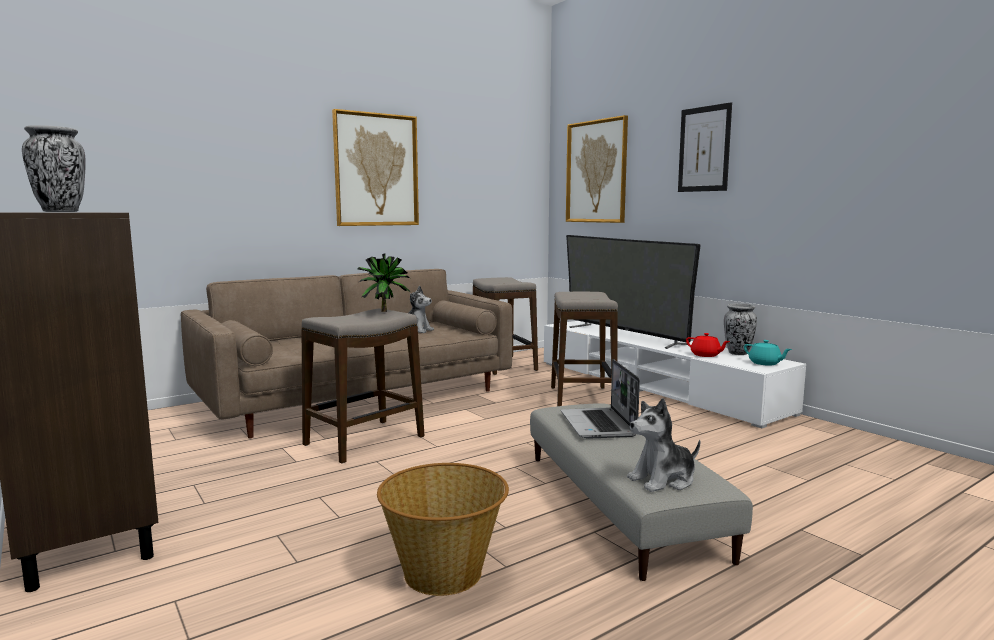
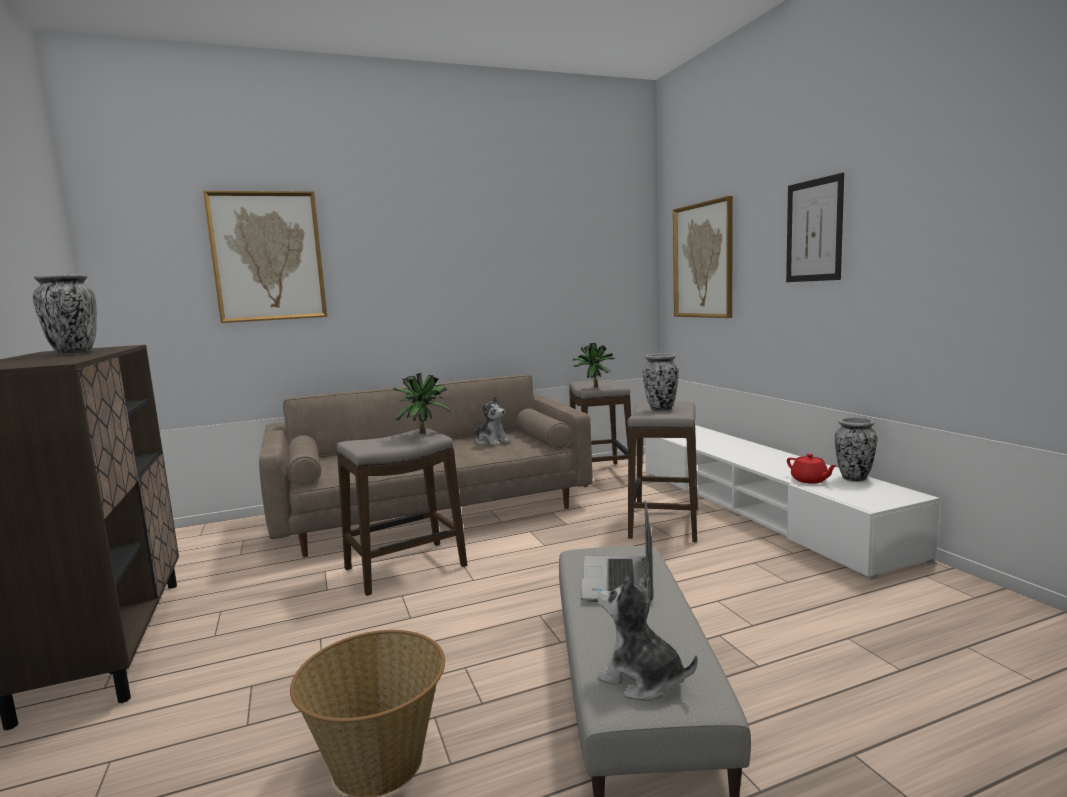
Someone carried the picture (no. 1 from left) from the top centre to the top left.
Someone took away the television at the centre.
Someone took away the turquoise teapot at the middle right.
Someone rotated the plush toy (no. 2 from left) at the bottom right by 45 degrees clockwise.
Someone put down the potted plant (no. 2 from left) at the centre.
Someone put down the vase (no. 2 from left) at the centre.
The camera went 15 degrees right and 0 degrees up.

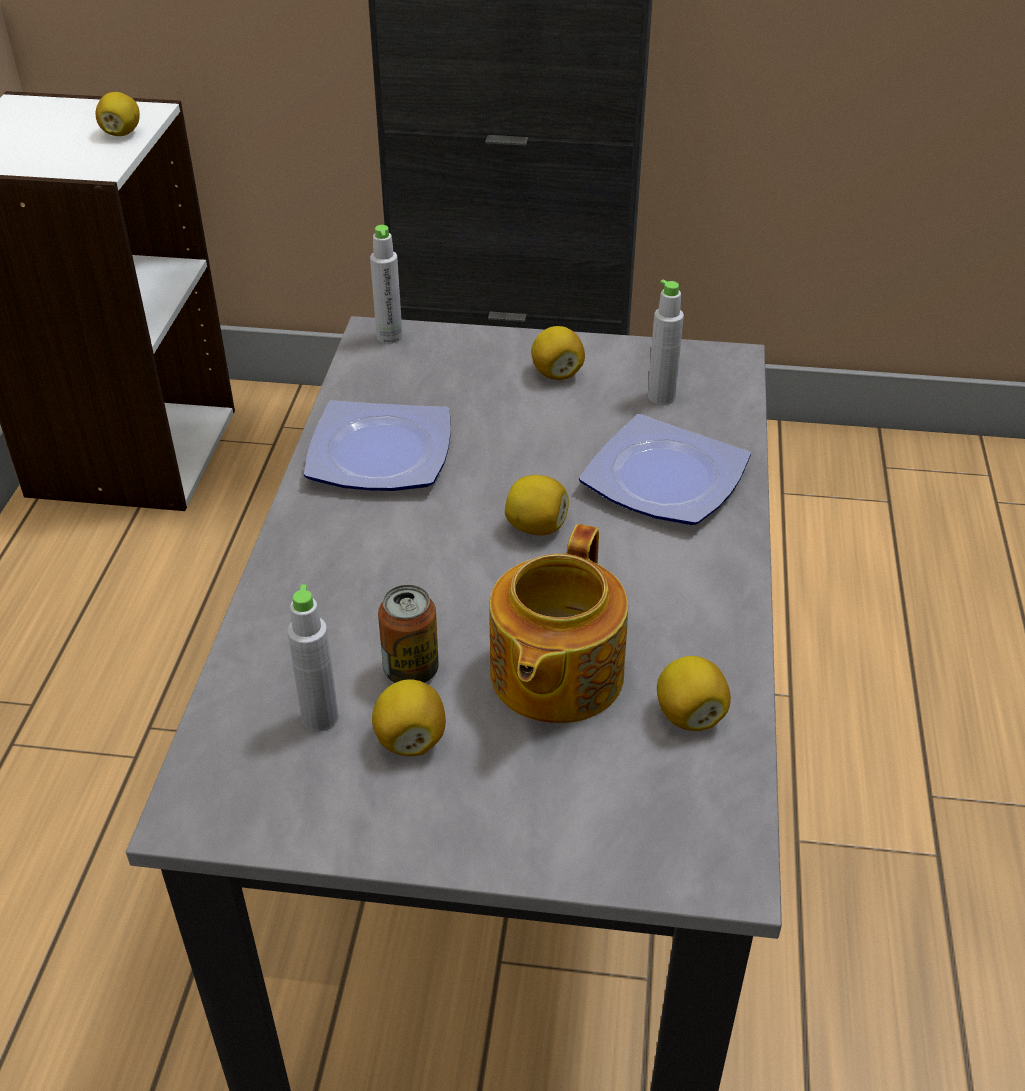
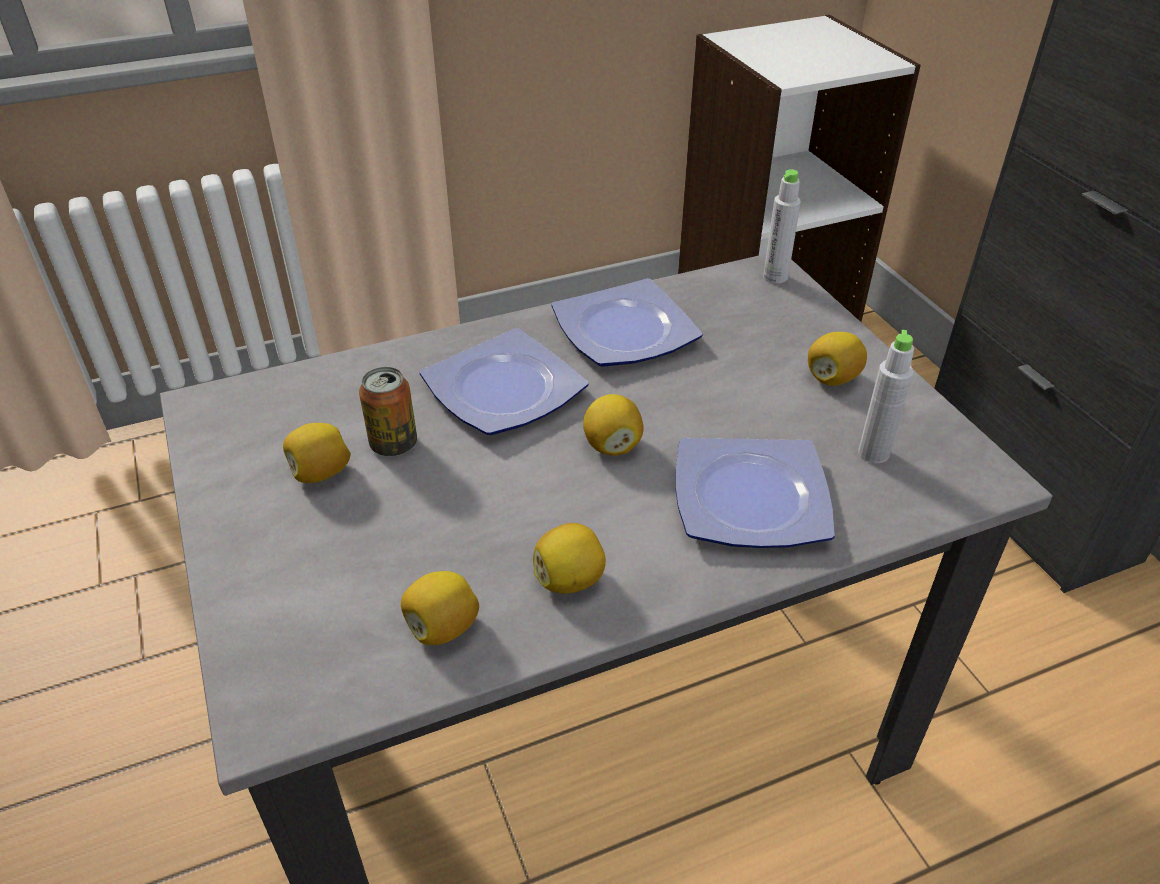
Someone carried the lemon (no. 1 from left in the first image) from the top left to the centre.
Someone took away the teapot at the centre.
Someone took away the grey bottle (no. 1 from left) at the middle left.
Someone put down the plate (no. 1 from left) at the centre.
The camera went 60 degrees right and 0 degrees up.

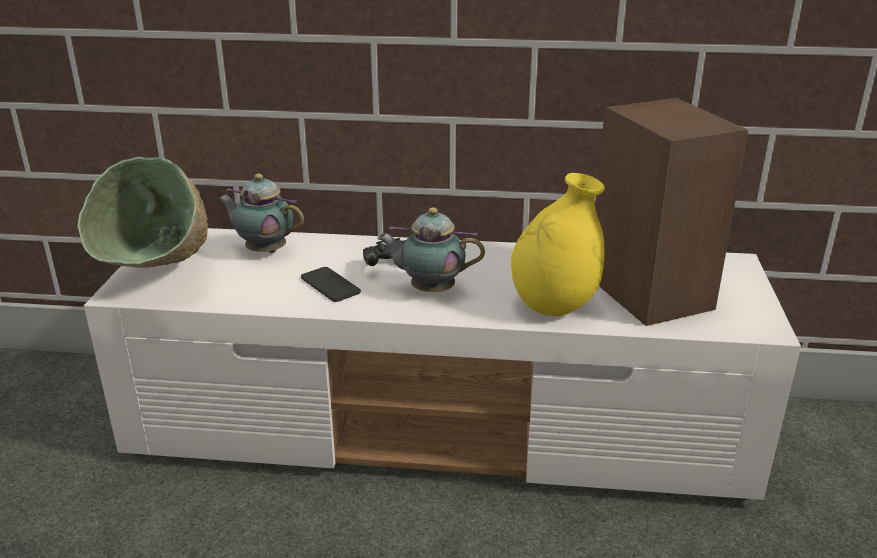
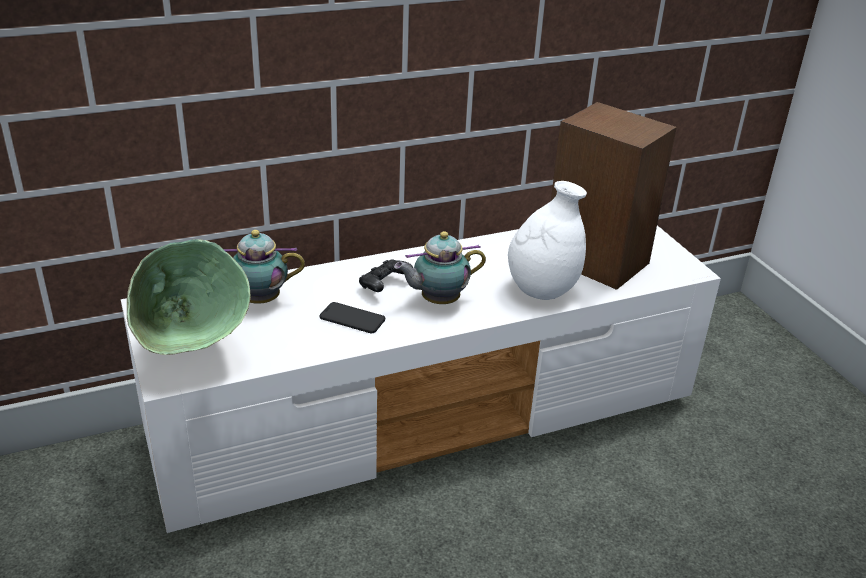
Someone repainted the yellow vase at the centre, which became the white vase at the centre.
The camera went 30 degrees left and 5 degrees up.

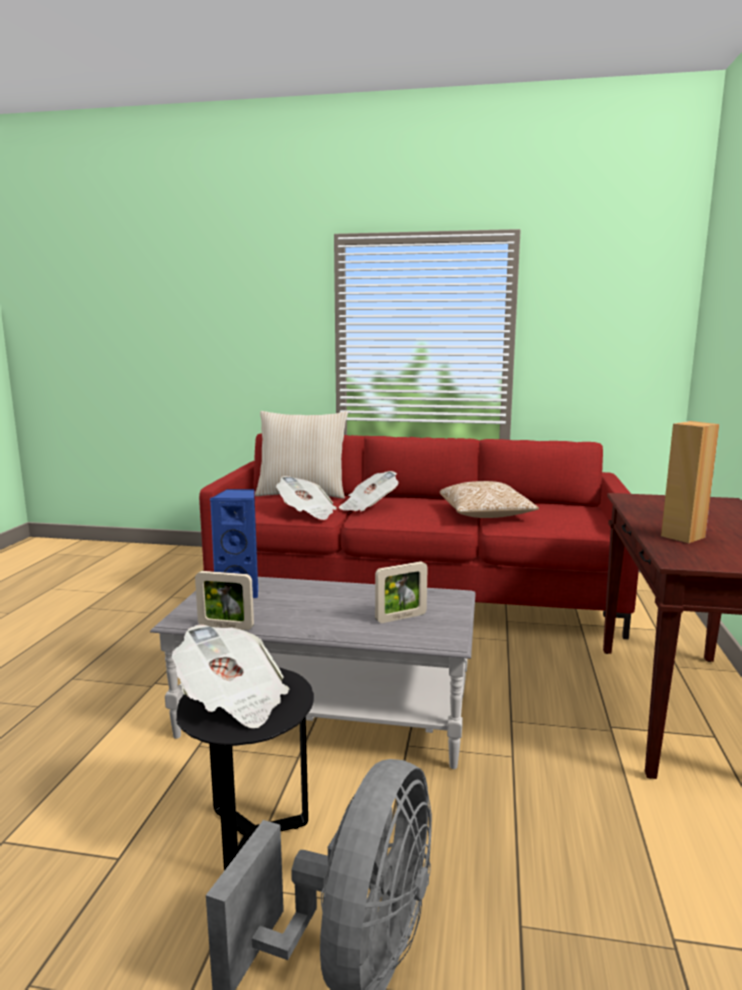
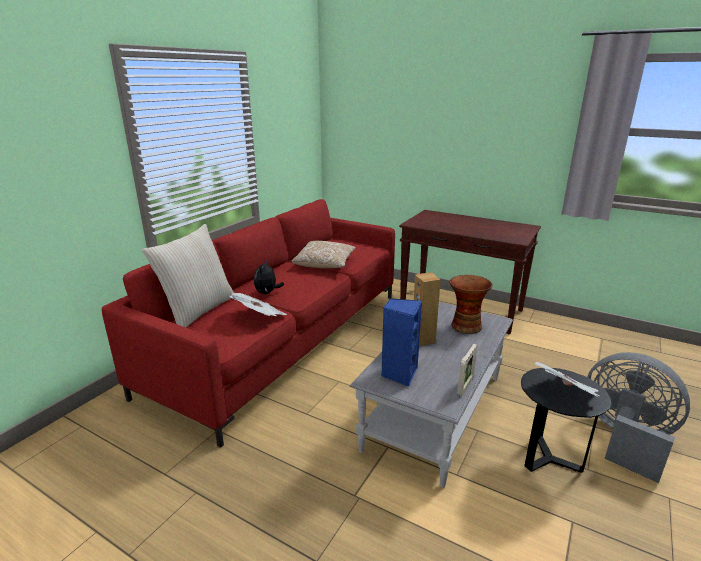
Someone carried the brown speaker from the middle right to the centre.
Someone swapped the newspaper (no. 3 from left) at the centre for the plush toy at the centre.
Someone swapped the picture frame (no. 2 from left) at the centre for the vase at the middle right.
The camera went 70 degrees left and 10 degrees up.

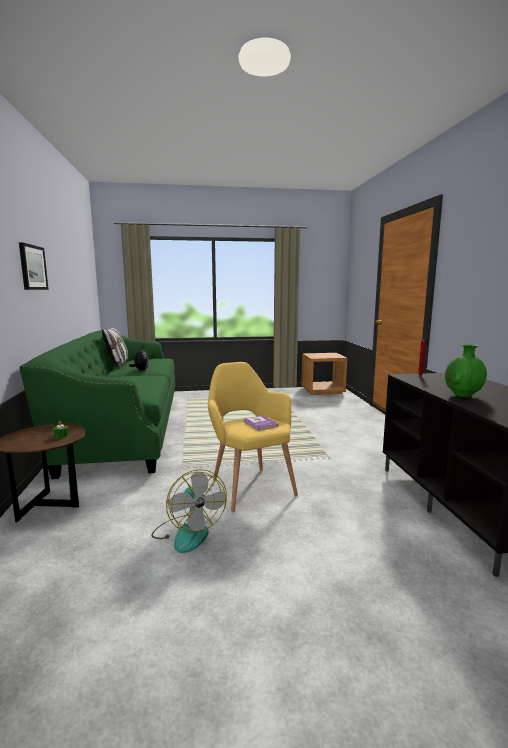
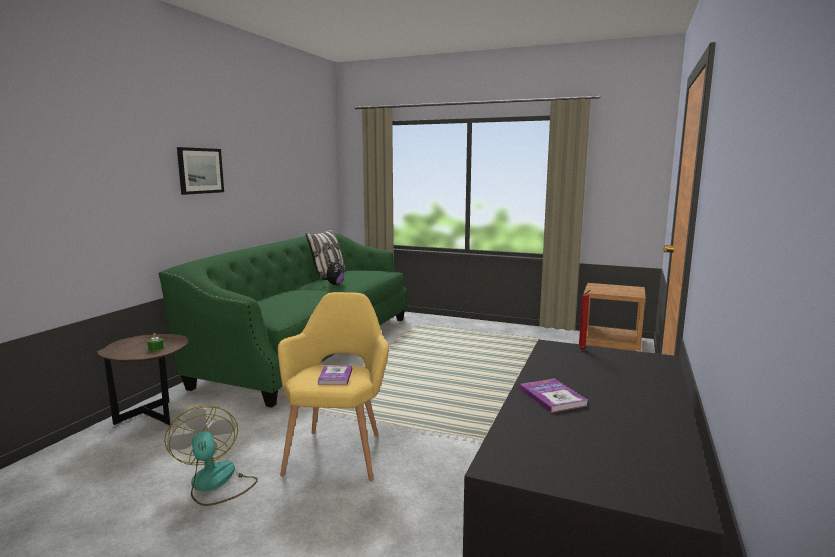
Someone swapped the green vase at the middle right for the book (no. 2 from left) at the bottom centre.
Someone rotated the fan at the bottom centre by 150 degrees clockwise.
The camera went 30 degrees right and 0 degrees up.

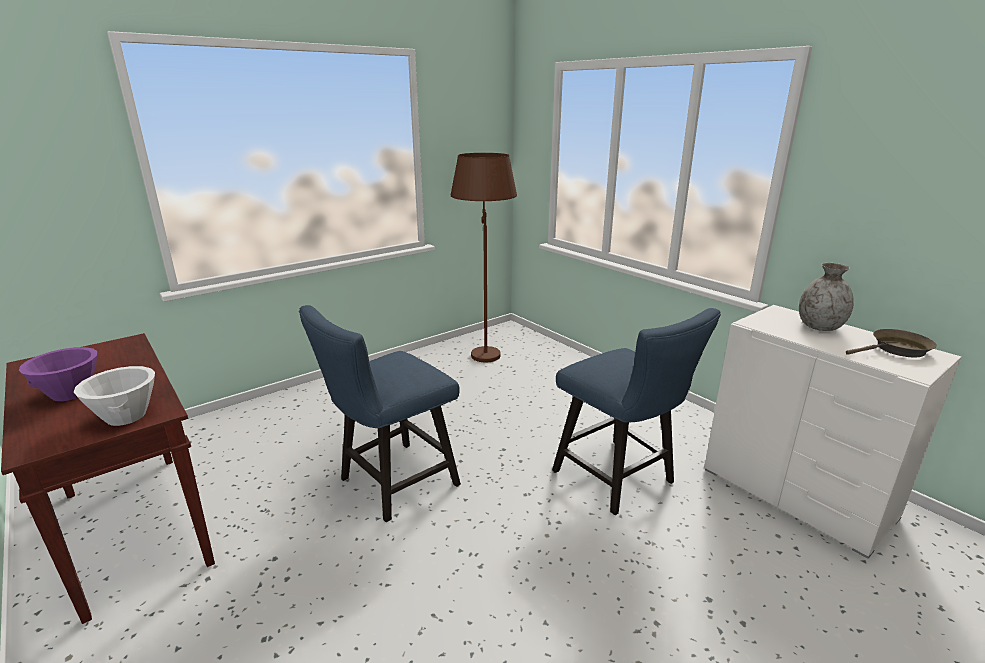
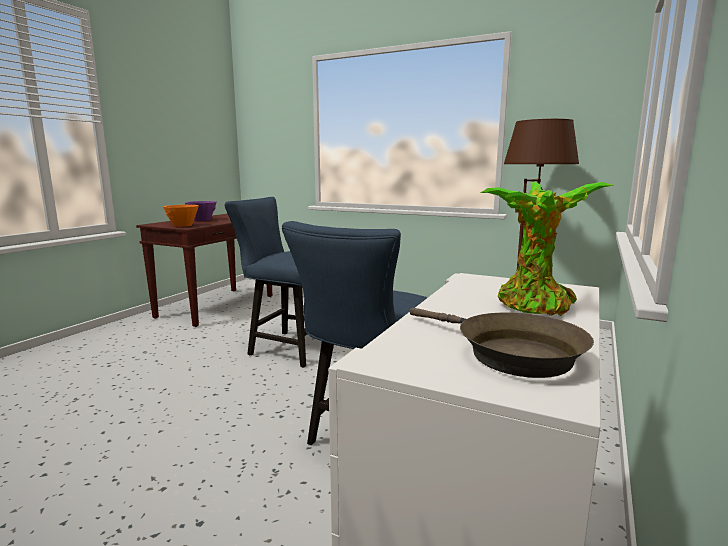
Someone swapped the grey vase at the middle right for the potted plant at the middle right.
Someone repainted the white bowl at the middle left, which became the orange bowl at the middle left.
The camera went 65 degrees right and 10 degrees down.

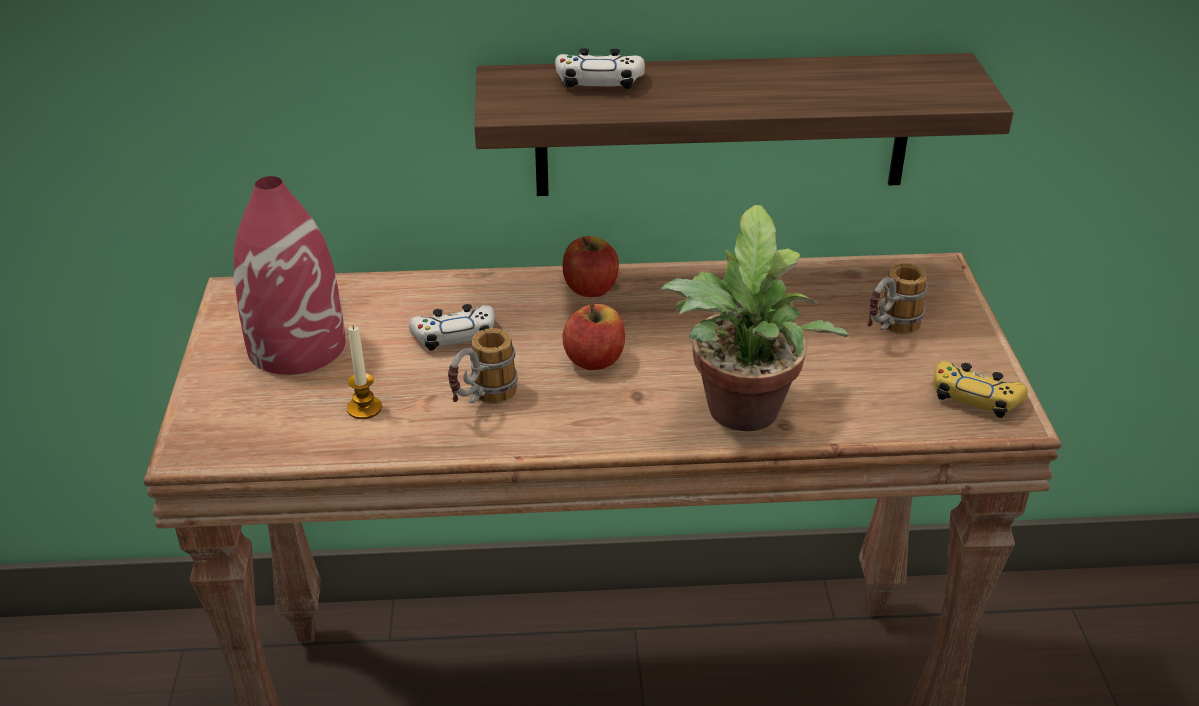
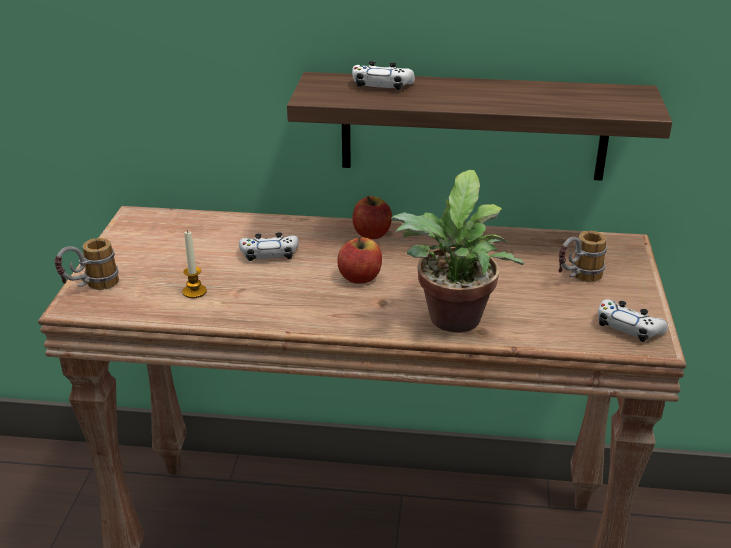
Someone took away the red vase at the middle left.
Someone carried the mug (no. 1 from left) from the centre to the middle left.
Someone repainted the yellow game controller at the middle right, which became the white game controller (no. 3 from left) at the middle right.
The camera went 10 degrees right and 5 degrees down.

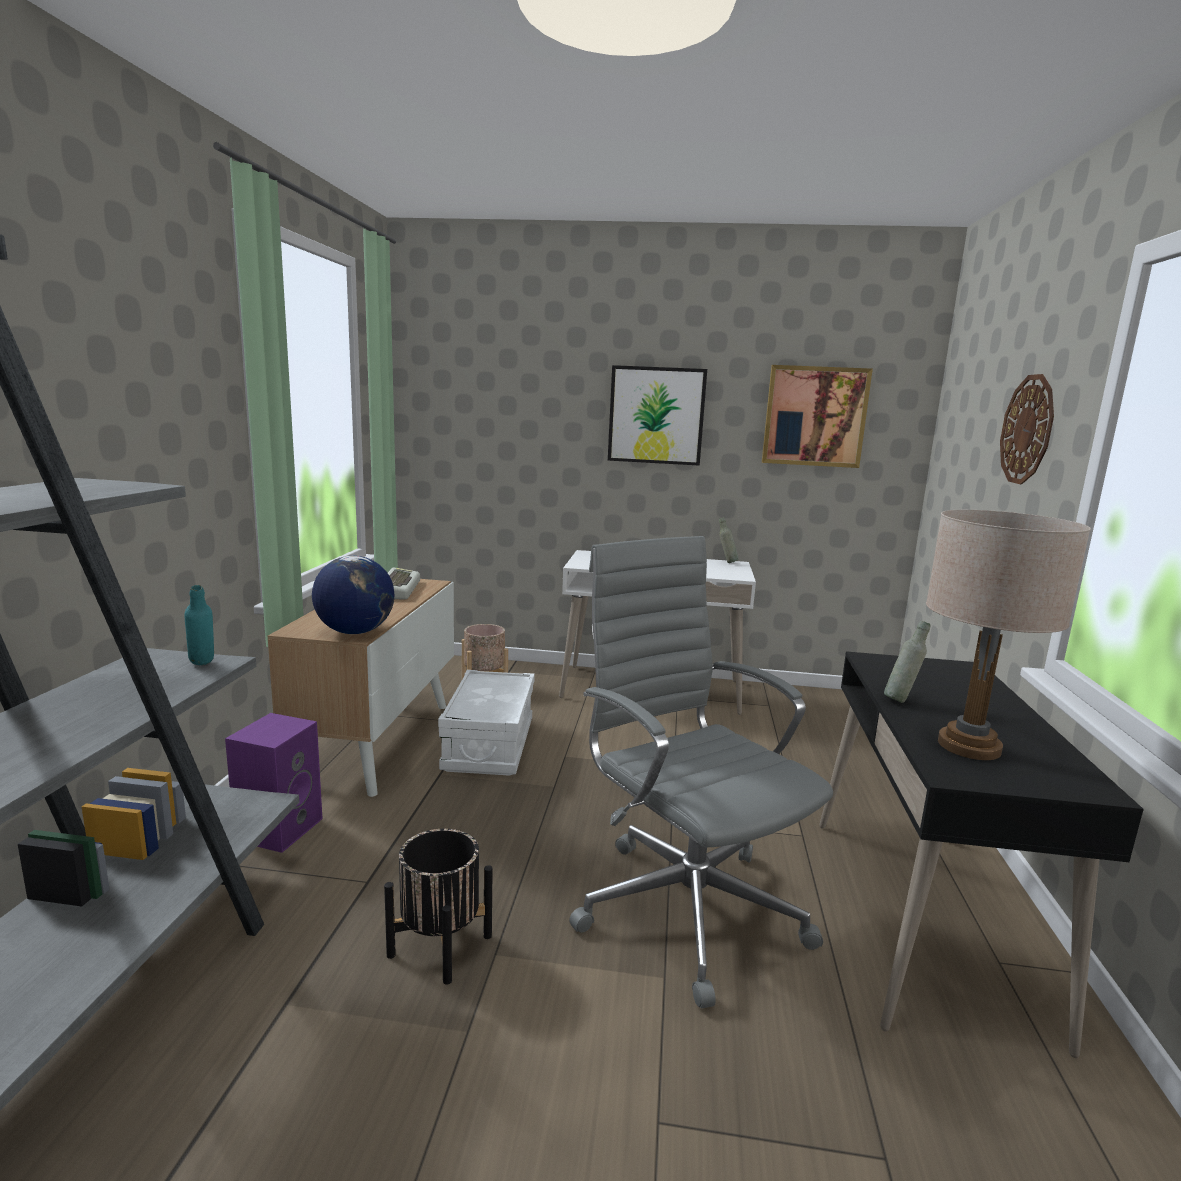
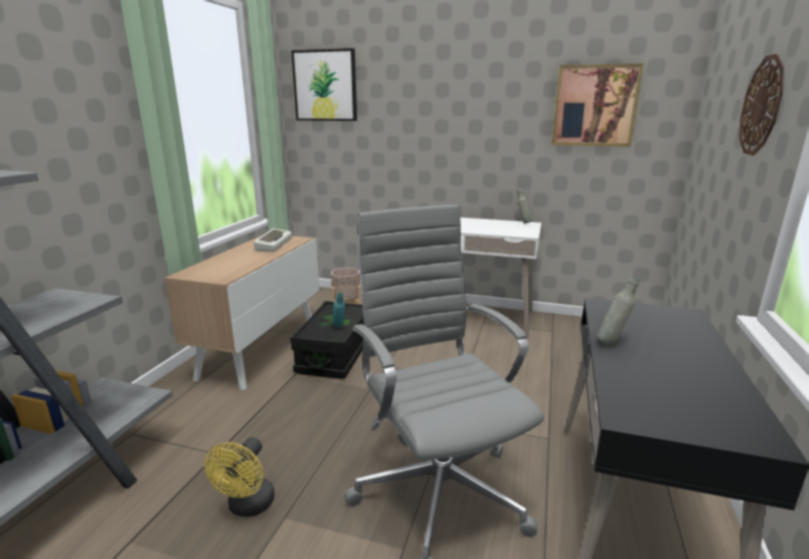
Someone carried the picture (no. 1 from left) from the centre to the top centre.
Someone took away the beige table lamp at the middle right.
Someone took away the globe at the middle left.
Someone carried the turquoise bottle from the middle left to the centre.
Someone repainted the white storage box at the centre, which became the black storage box at the centre.
Someone took away the purple speaker at the middle left.
Someone swapped the black planter at the bottom centre for the yellow fan at the bottom left.
The camera went 10 degrees right and 5 degrees up.

